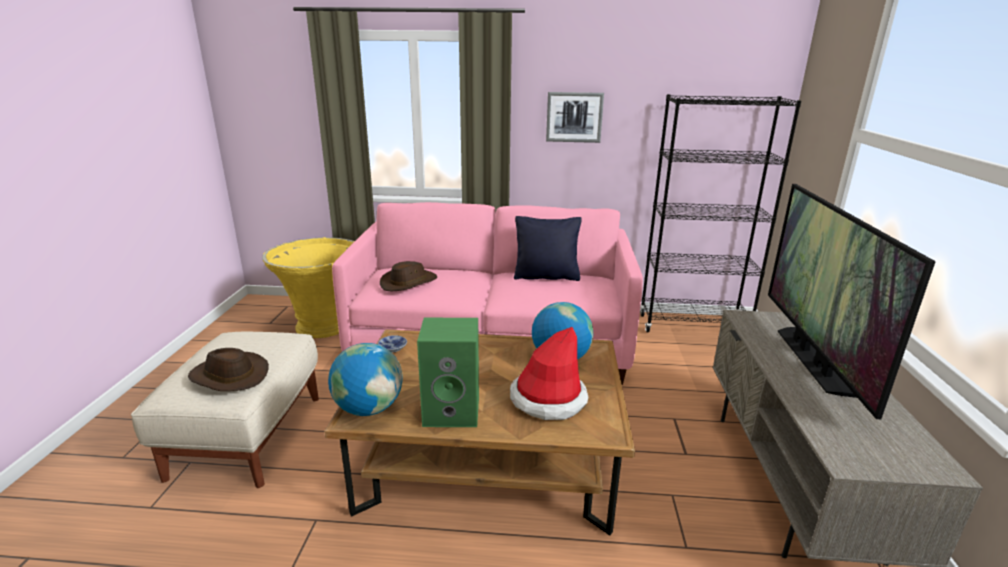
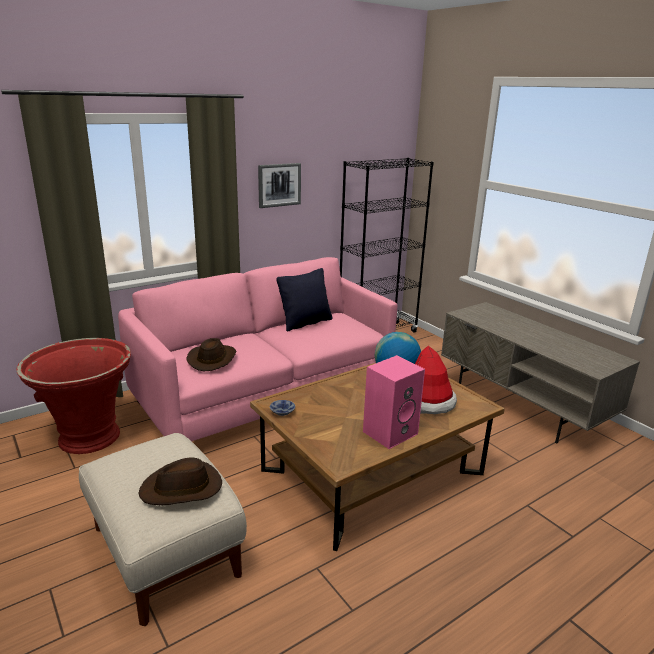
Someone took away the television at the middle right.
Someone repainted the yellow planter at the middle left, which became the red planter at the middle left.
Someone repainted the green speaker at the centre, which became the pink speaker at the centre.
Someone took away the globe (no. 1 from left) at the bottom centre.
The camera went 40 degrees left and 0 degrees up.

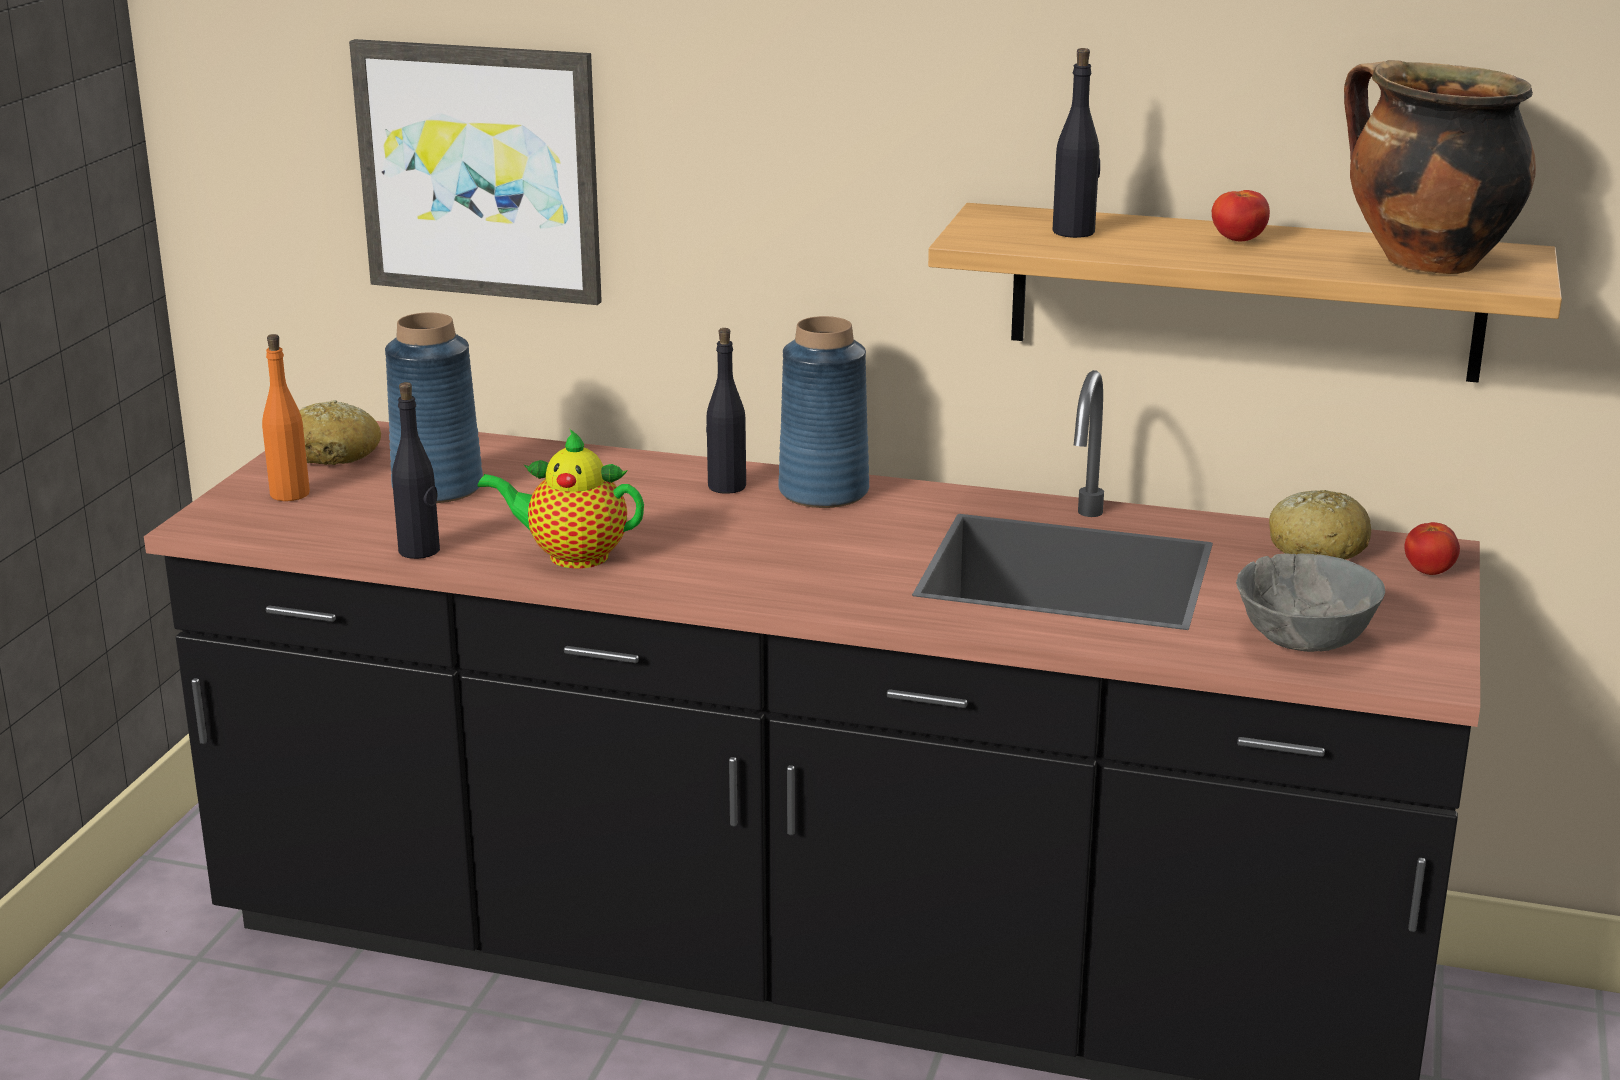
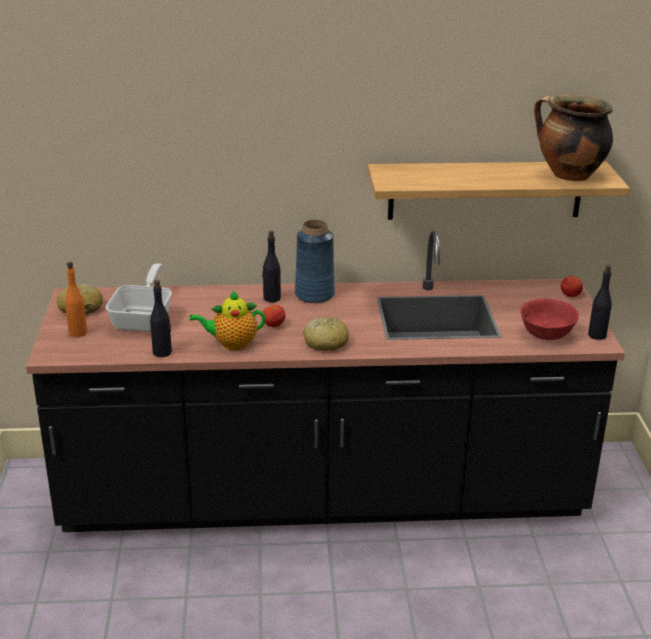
Someone took away the picture at the top left.
Someone carried the black bottle (no. 3 from left) from the top centre to the middle right.
Someone carried the tomato (no. 1 from left) from the top right to the centre.
Someone swapped the blue vase (no. 1 from left) at the middle left for the frying pan at the middle left.
Someone carried the bread (no. 2 from left) from the middle right to the centre.
Someone repainted the grey bowl at the middle right, which became the red bowl at the middle right.
The camera went 20 degrees left and 5 degrees up.

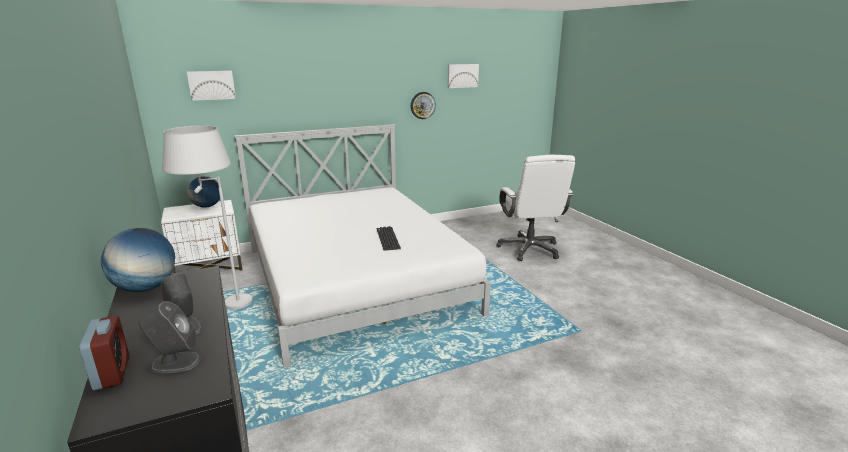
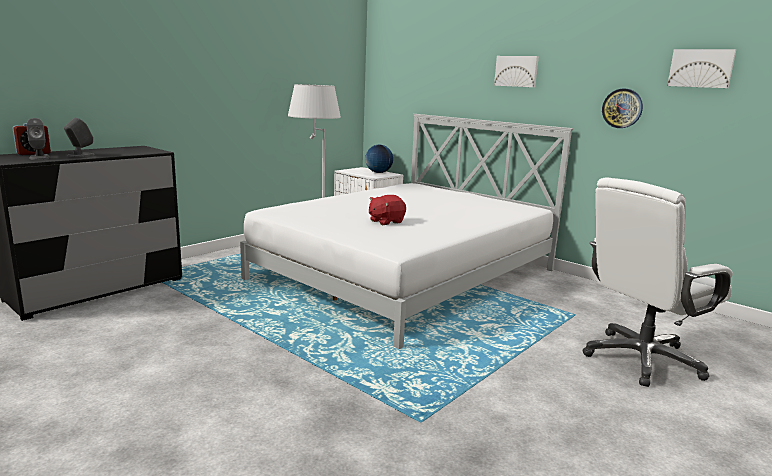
Someone carried the picture (no. 1 from left) from the top left to the top right.
Someone swapped the keyboard at the centre for the red plush toy at the centre.
Someone took away the globe (no. 1 from left) at the middle left.
The camera went 65 degrees right and 5 degrees down.

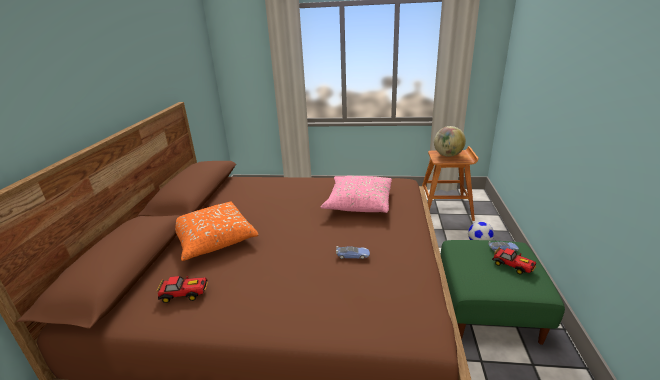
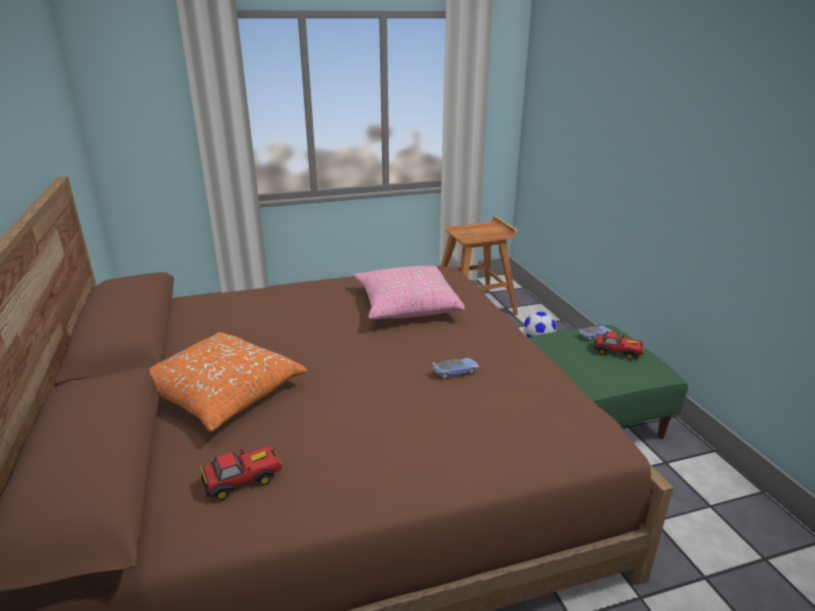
Someone took away the globe at the middle right.
The camera went 25 degrees left and 0 degrees up.

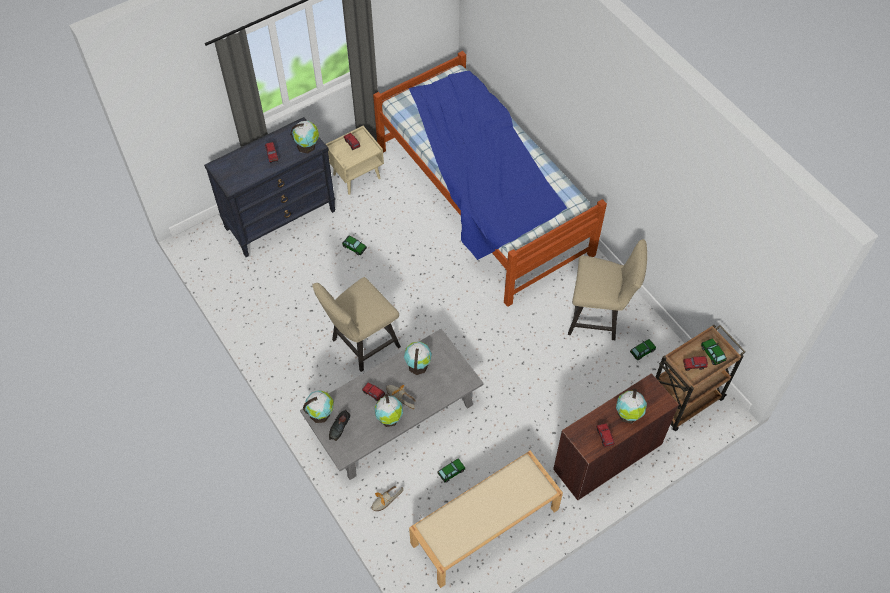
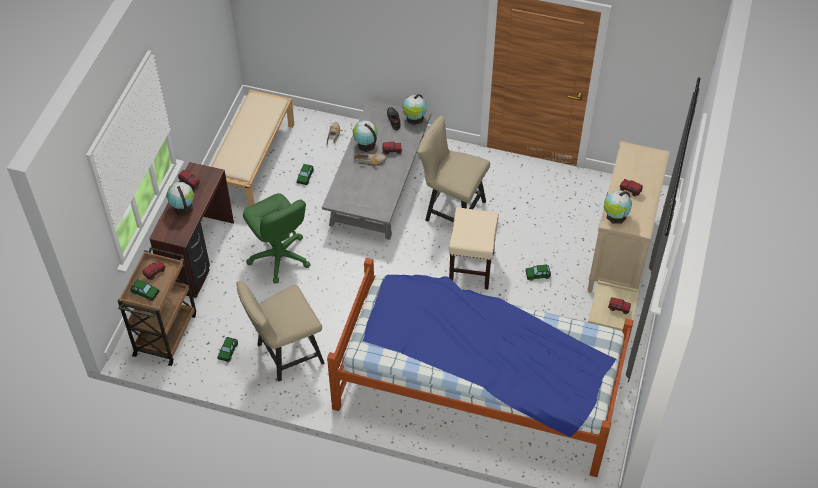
Someone repainted the black dresser at the top left, which became the beige dresser at the middle right.
Someone rotated the beige chair (no. 1 from left in the first image) at the centre by 75 degrees counterclockwise.
Someone took away the globe (no. 4 from left) at the centre.
Someone put down the green office chair at the centre.
Someone put down the beige stool at the centre.
The camera went 140 degrees right and 5 degrees down.

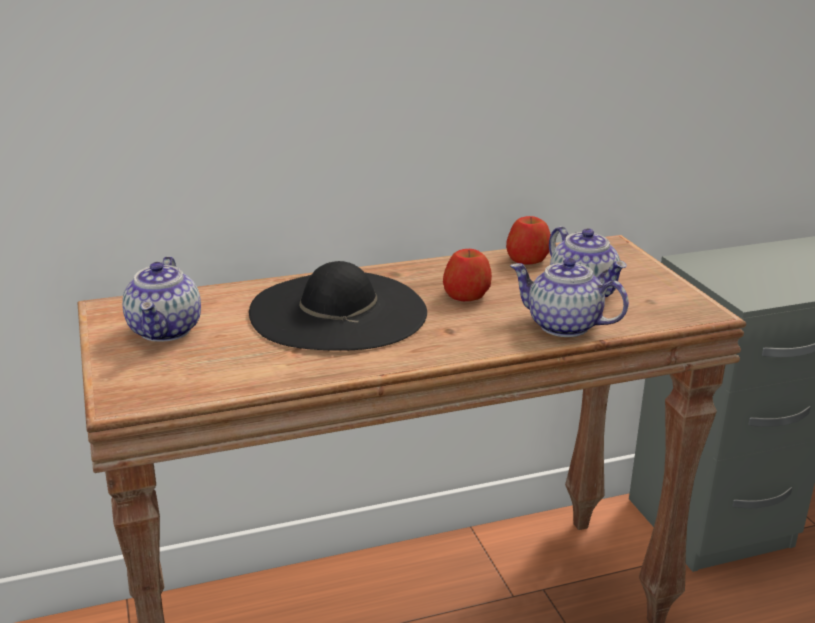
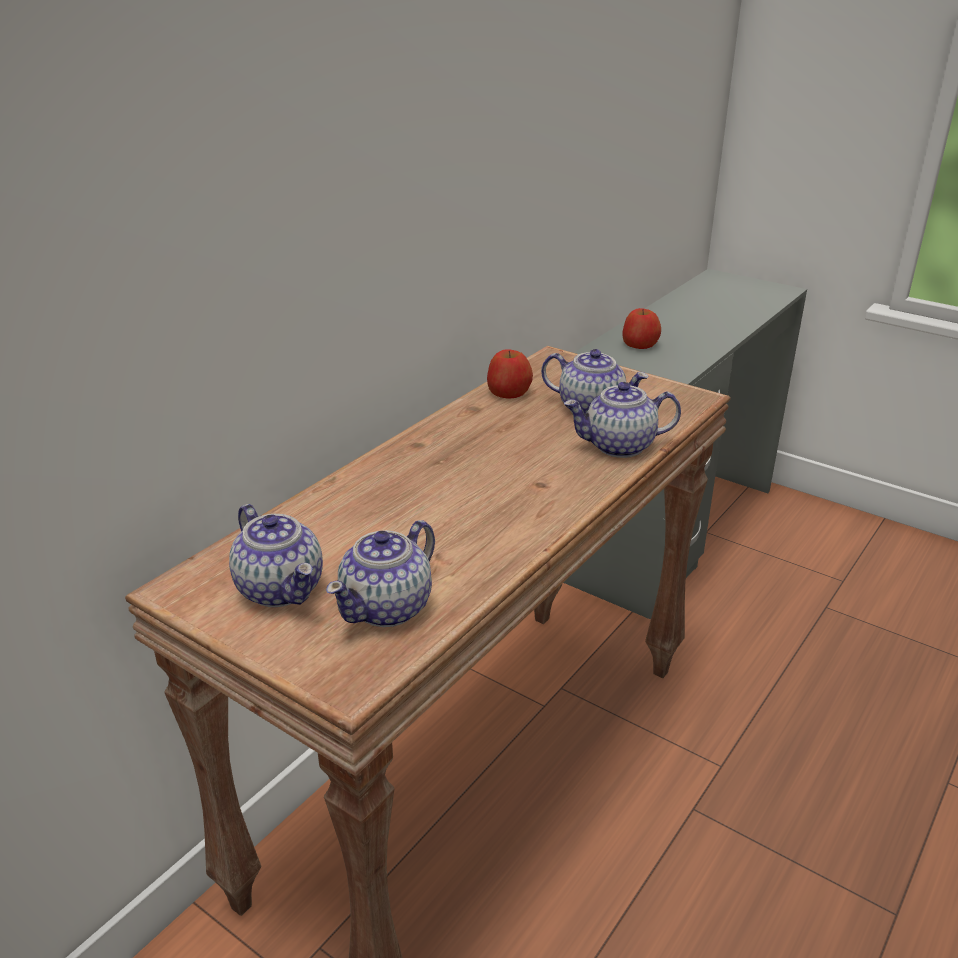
Someone carried the apple (no. 1 from left in the first image) from the centre to the middle right.
Someone took away the black hat at the centre.
Someone put down the teapot (no. 2 from left) at the centre.
The camera went 35 degrees left and 5 degrees up.

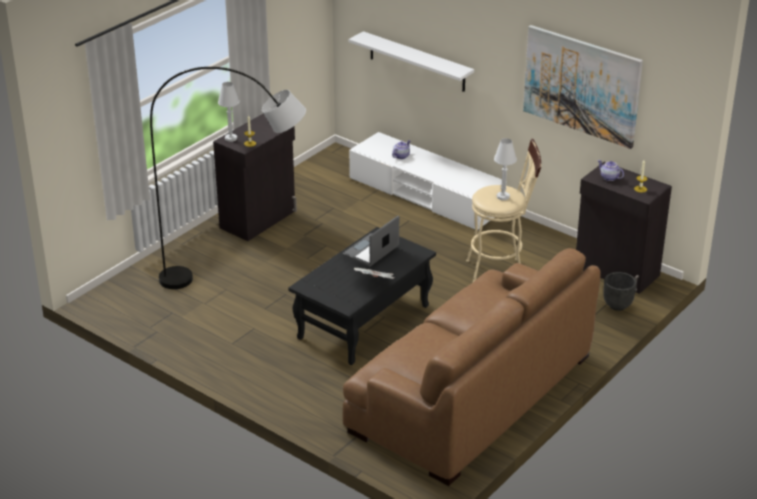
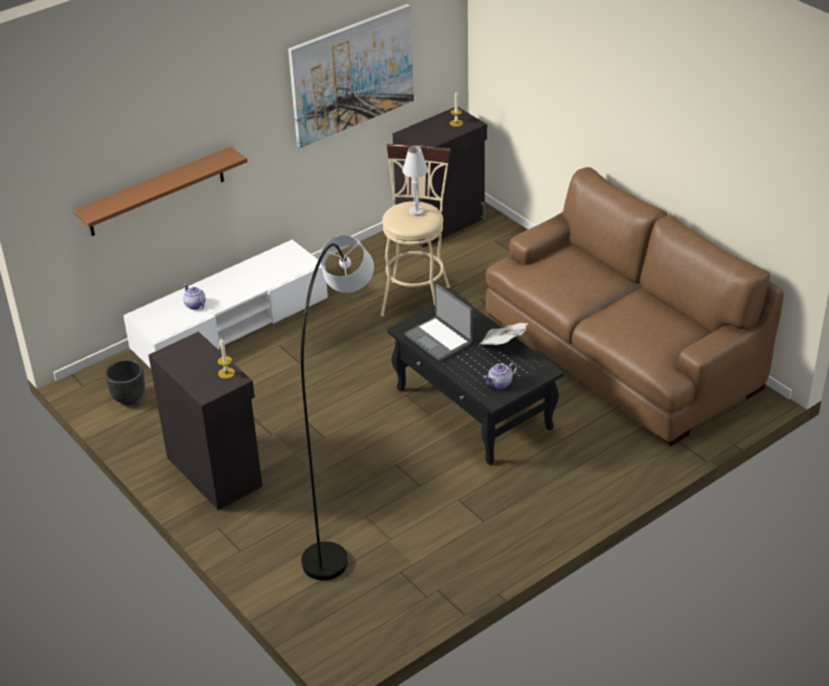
Someone repainted the white shelf at the top centre, which became the brown shelf at the top left.
Someone took away the white table lamp (no. 1 from left) at the top left.
Someone carried the teapot (no. 2 from left) from the middle right to the centre.
Someone carried the black planter from the middle right to the middle left.
The camera went 75 degrees left and 5 degrees up.

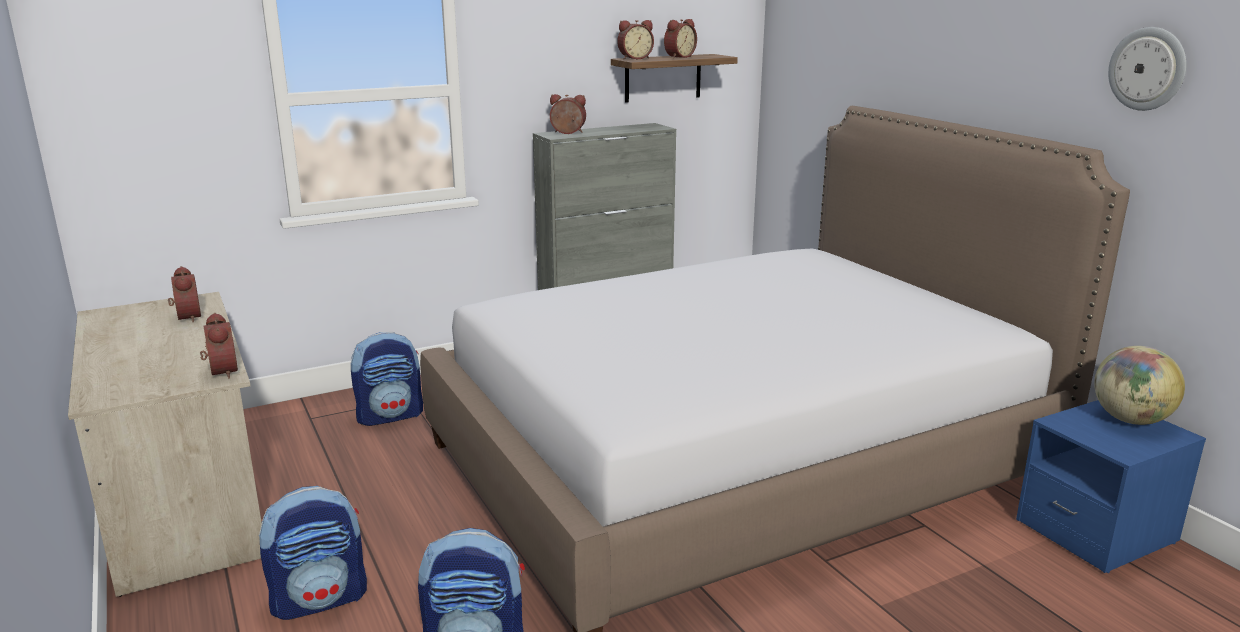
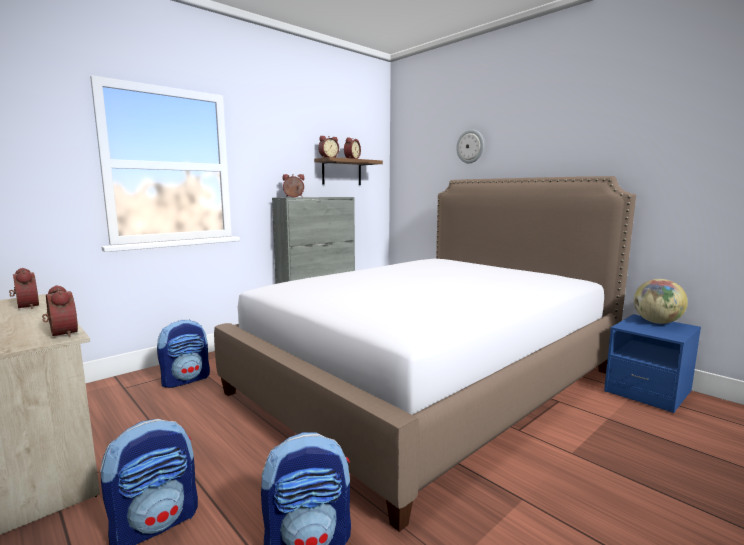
Someone carried the wall clock from the top right to the top centre.
The camera went 15 degrees left and 10 degrees down.

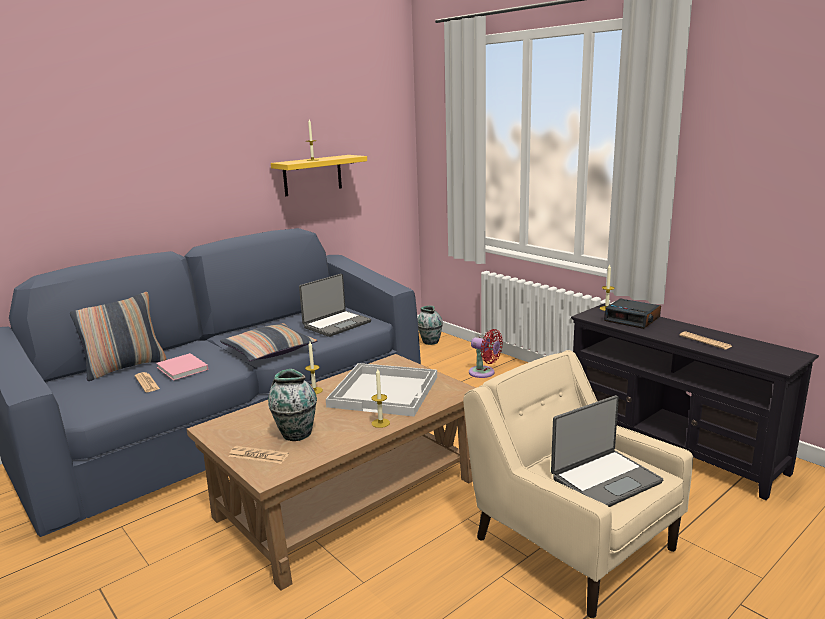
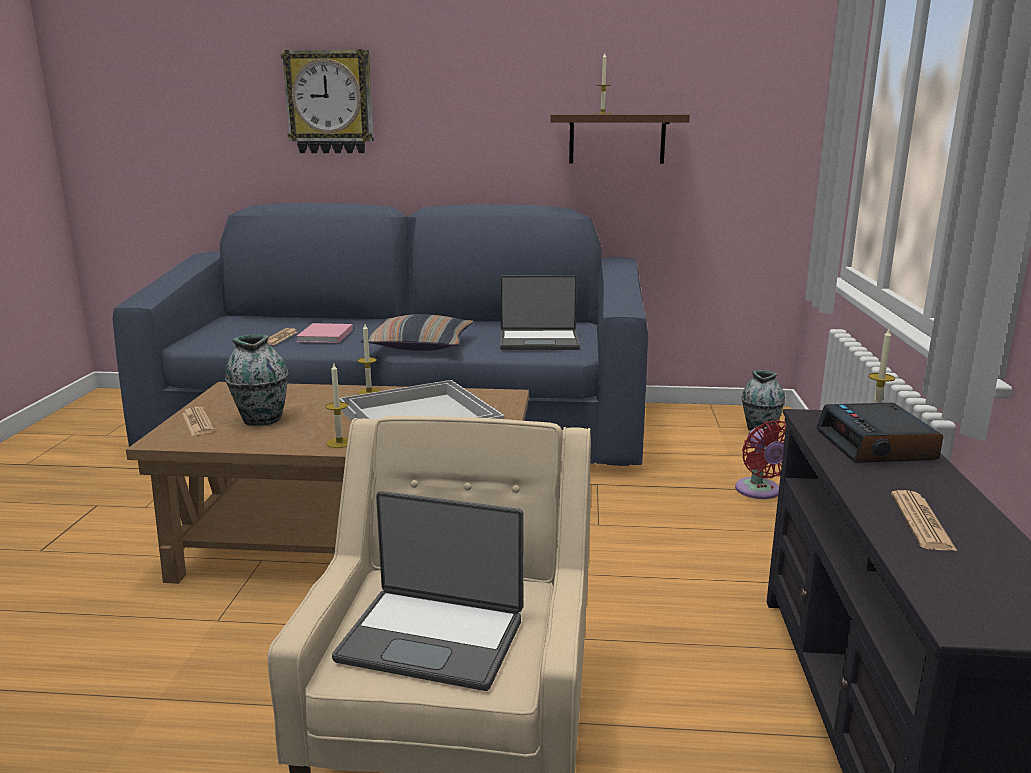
Someone repainted the yellow shelf at the top centre, which became the brown shelf at the top centre.
Someone took away the pillow (no. 1 from left) at the middle left.
Someone put up the wall clock at the top left.
The camera went 45 degrees right and 0 degrees up.

